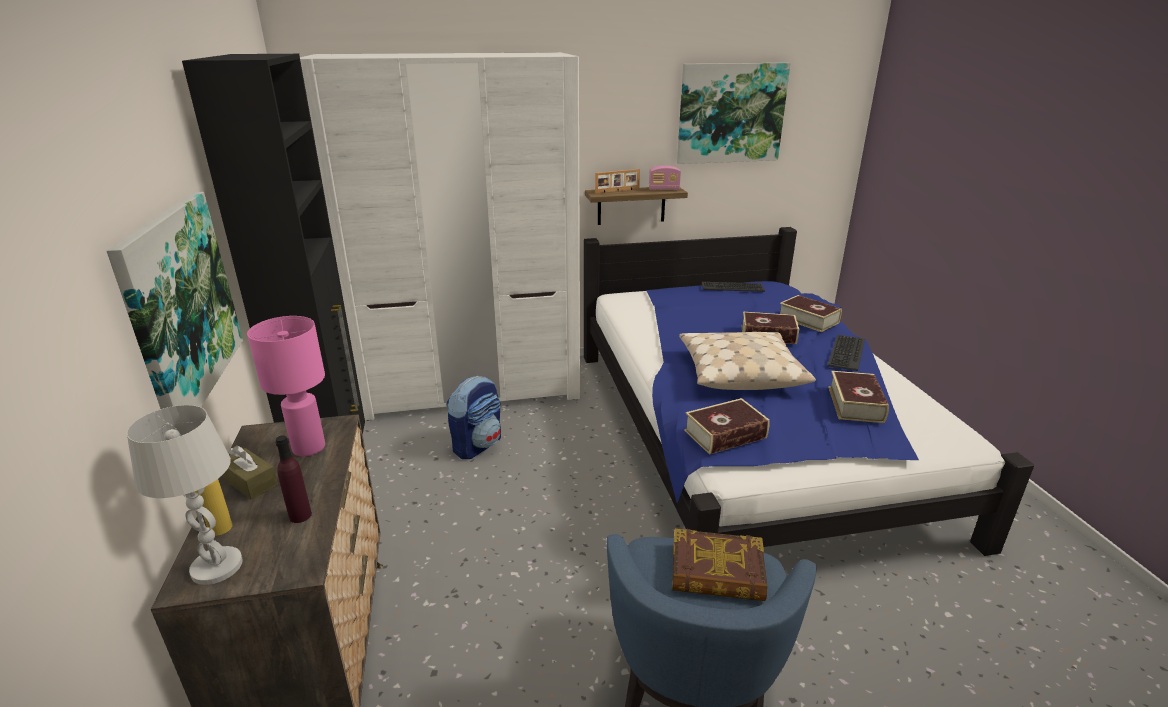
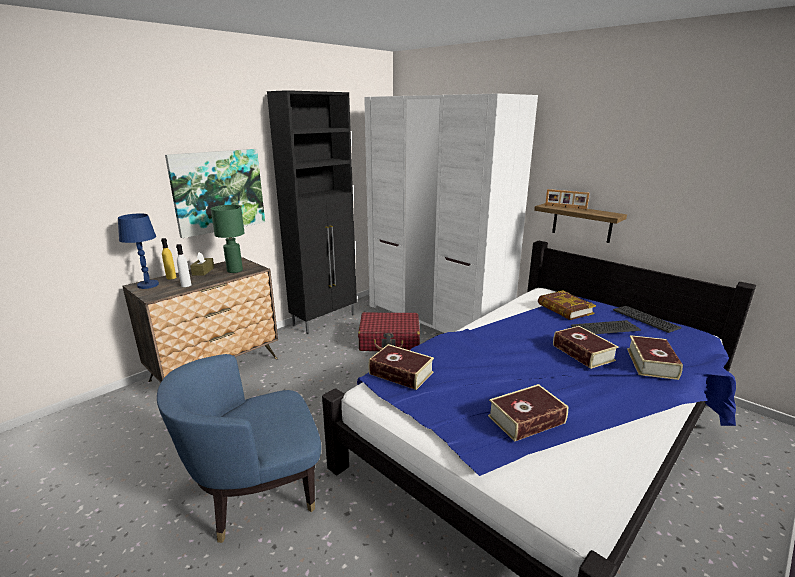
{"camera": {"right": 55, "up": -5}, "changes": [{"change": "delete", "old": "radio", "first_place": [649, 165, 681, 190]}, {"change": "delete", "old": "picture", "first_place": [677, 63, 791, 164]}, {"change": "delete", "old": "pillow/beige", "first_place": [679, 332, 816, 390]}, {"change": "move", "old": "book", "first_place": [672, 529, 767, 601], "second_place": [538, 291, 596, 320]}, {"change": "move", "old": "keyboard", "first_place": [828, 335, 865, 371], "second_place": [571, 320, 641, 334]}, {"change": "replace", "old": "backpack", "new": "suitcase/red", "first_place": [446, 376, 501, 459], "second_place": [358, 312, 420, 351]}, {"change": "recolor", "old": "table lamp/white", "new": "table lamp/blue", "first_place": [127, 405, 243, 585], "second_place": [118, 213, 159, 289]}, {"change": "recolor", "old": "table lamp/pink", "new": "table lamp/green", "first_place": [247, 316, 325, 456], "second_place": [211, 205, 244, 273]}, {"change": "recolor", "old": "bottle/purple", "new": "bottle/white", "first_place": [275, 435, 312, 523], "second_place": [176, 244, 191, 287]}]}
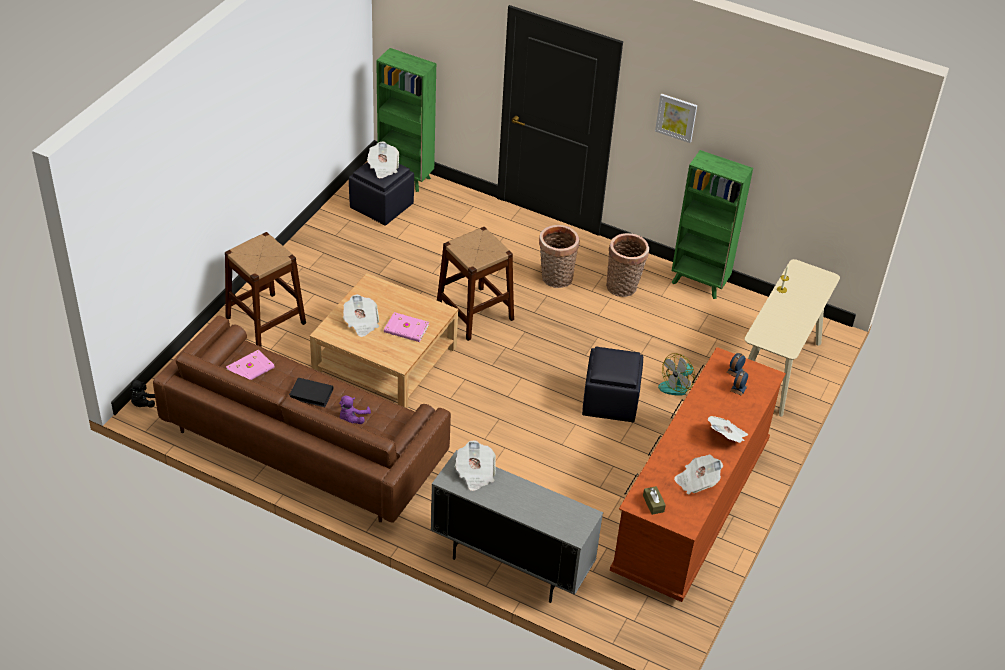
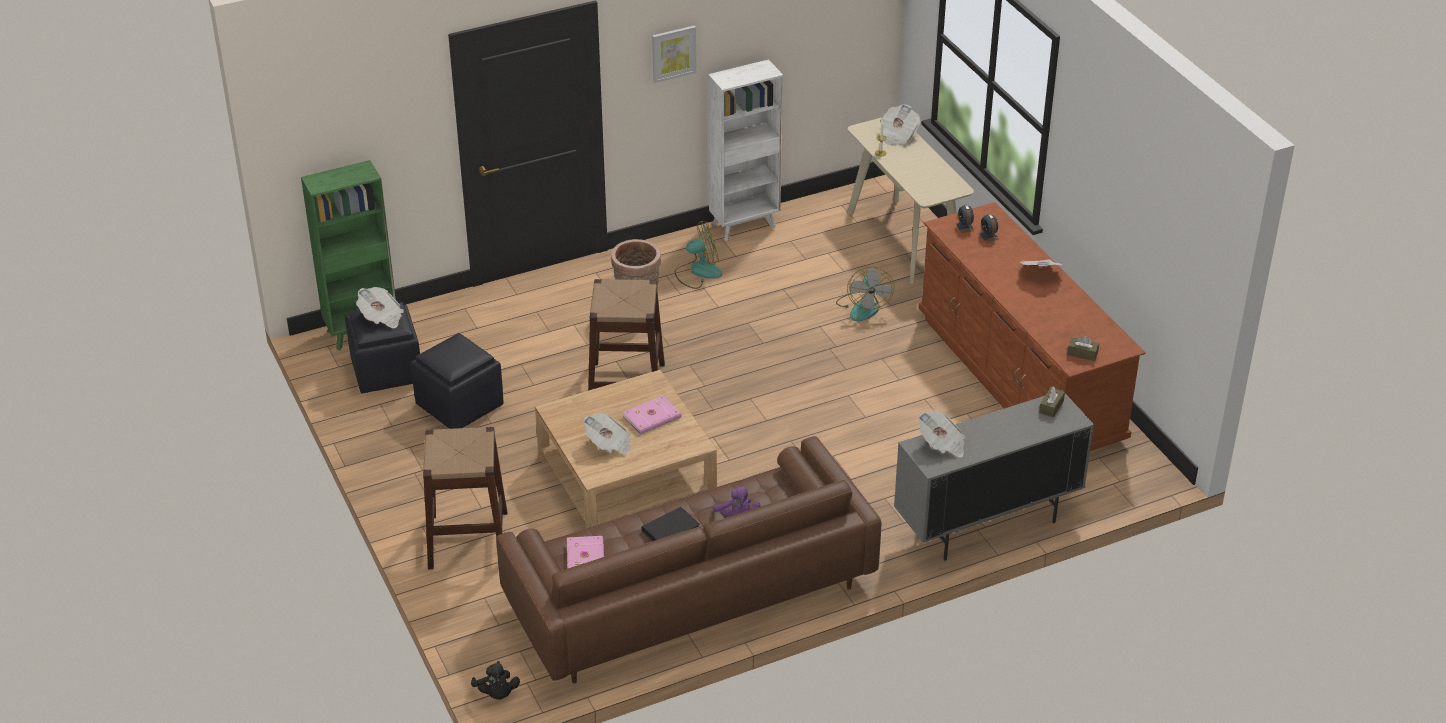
{"camera": {"right": -50, "up": -5}, "changes": [{"change": "insert", "new": "tissue box/brown", "second_place": [1039, 387, 1065, 418]}, {"change": "move", "old": "ottoman/black", "first_place": [582, 346, 643, 422], "second_place": [411, 333, 504, 429]}, {"change": "move", "old": "newspaper", "first_place": [674, 455, 723, 494], "second_place": [880, 104, 921, 145]}, {"change": "replace", "old": "basket", "new": "fan", "first_place": [606, 233, 649, 297], "second_place": [674, 221, 722, 289]}, {"change": "recolor", "old": "bookcase/green", "new": "bookcase/white", "first_place": [672, 150, 753, 299], "second_place": [708, 59, 783, 241]}]}
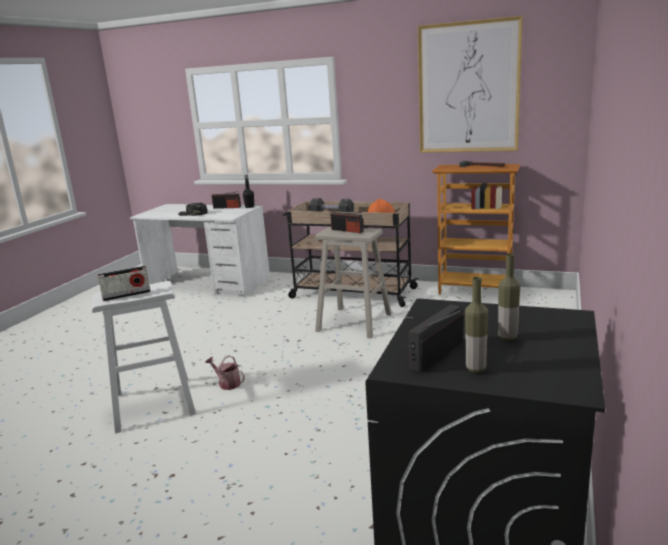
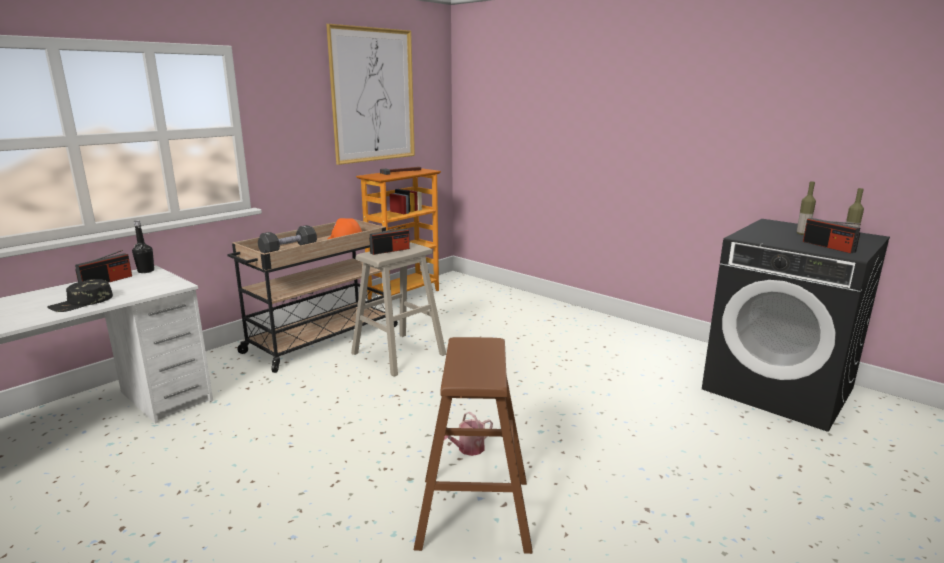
{"camera": {"right": -70, "up": 0}, "changes": [{"change": "delete", "old": "radio", "first_place": [98, 266, 151, 301]}, {"change": "recolor", "old": "stool/white", "new": "stool/brown", "first_place": [92, 281, 196, 433], "second_place": [414, 337, 533, 554]}]}
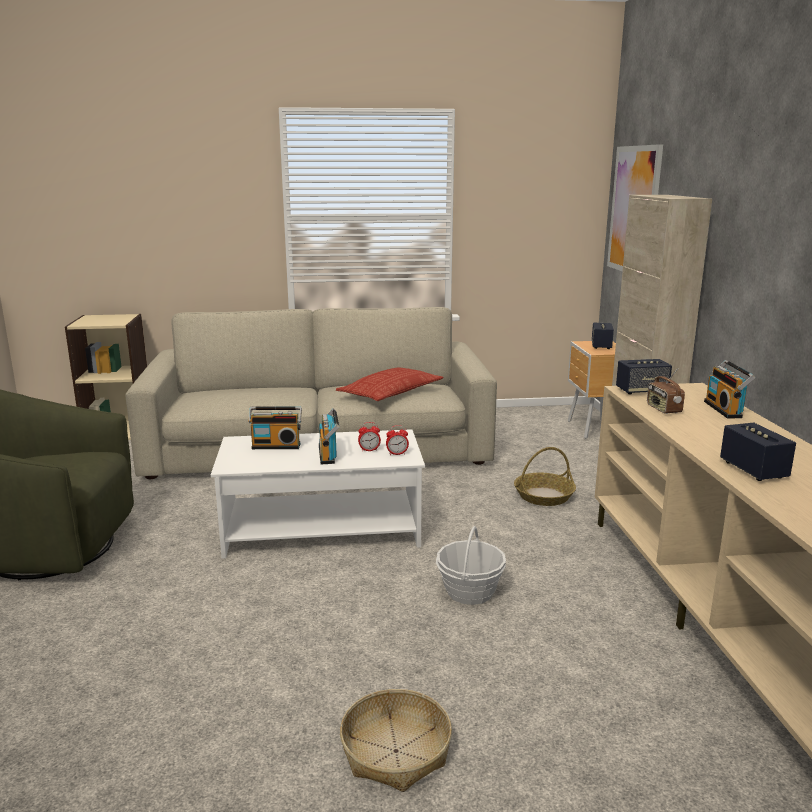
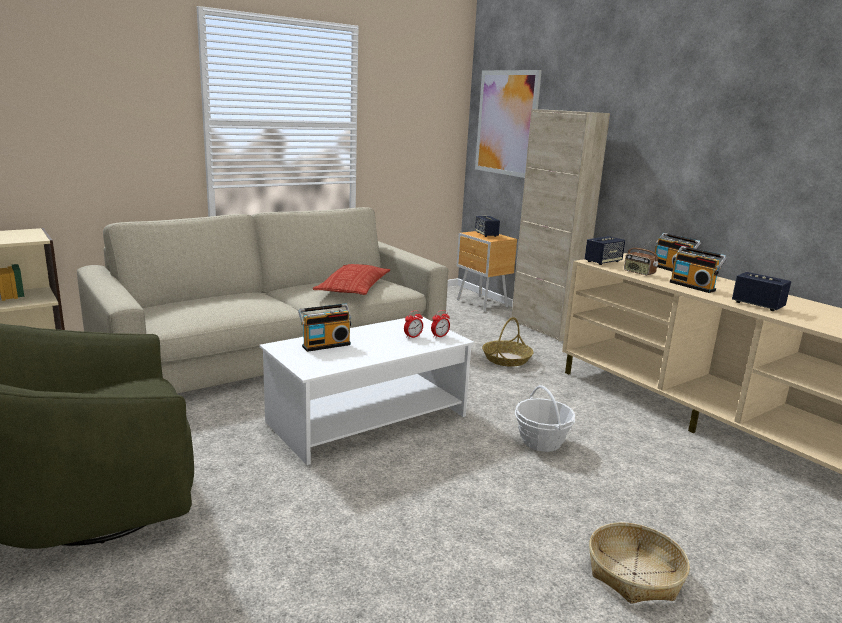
{"camera": {"right": -30, "up": 0}, "changes": [{"change": "move", "old": "radio", "first_place": [319, 408, 339, 465], "second_place": [670, 246, 727, 293]}]}
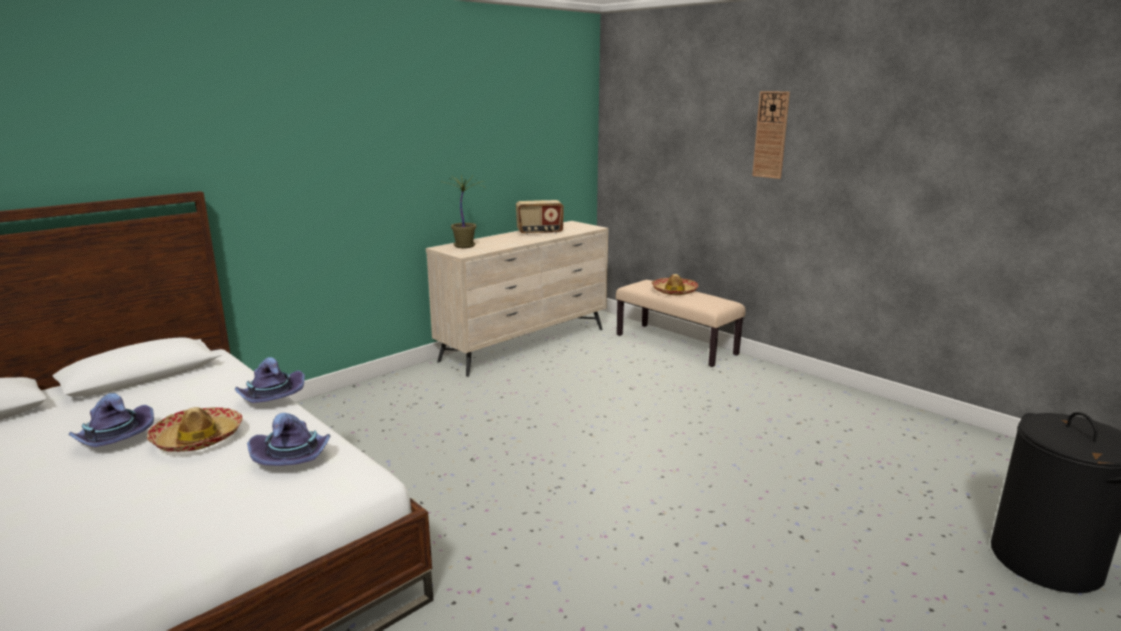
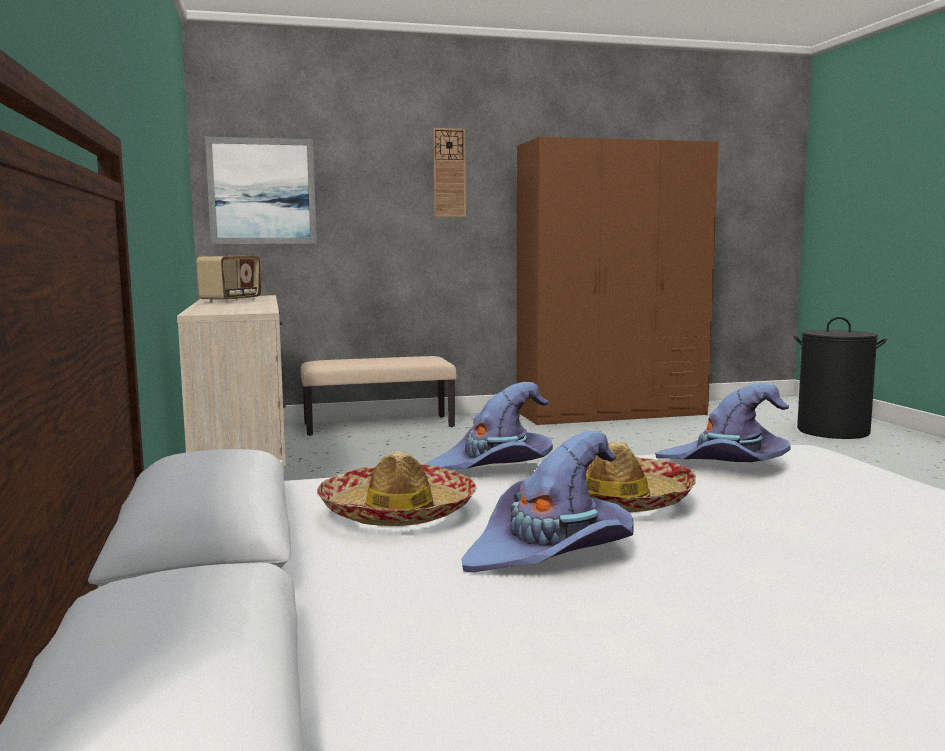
{"camera": {"right": -60, "up": -10}, "changes": [{"change": "delete", "old": "potted plant", "first_place": [446, 175, 486, 248]}, {"change": "insert", "new": "picture", "second_place": [205, 137, 317, 244]}, {"change": "insert", "new": "wardrobe/brown", "second_place": [517, 137, 719, 425]}, {"change": "move", "old": "hat", "first_place": [652, 274, 699, 295], "second_place": [317, 451, 476, 526]}]}
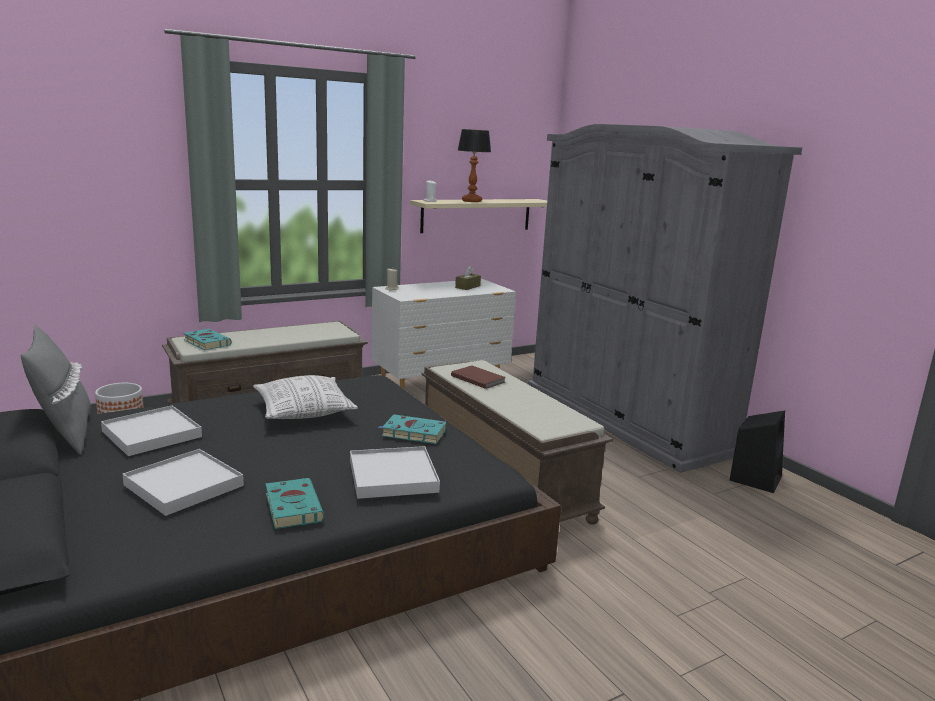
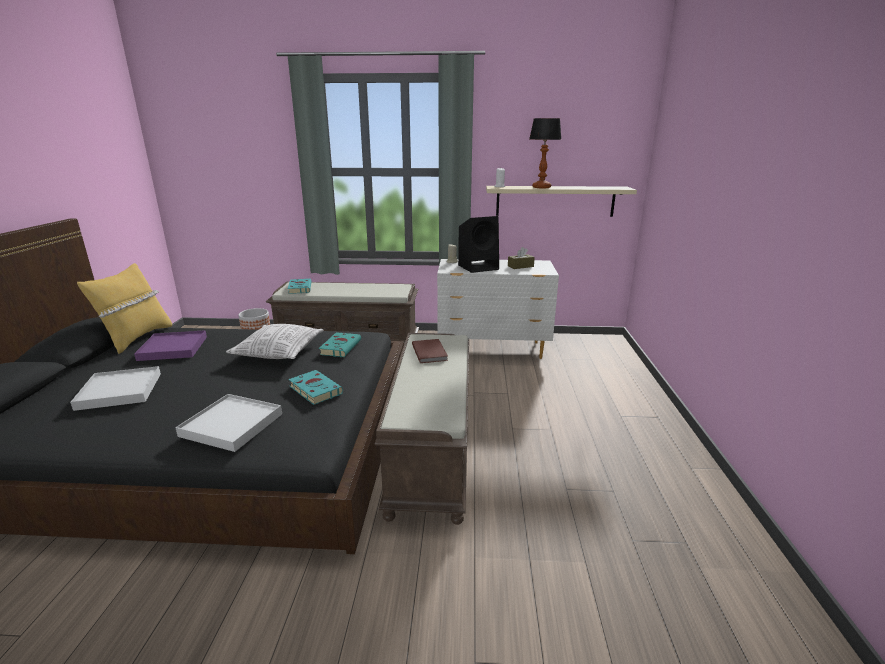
{"camera": {"right": 35, "up": 5}, "changes": [{"change": "delete", "old": "wardrobe/grey", "first_place": [528, 124, 802, 473]}, {"change": "move", "old": "book/turquoise", "first_place": [266, 478, 324, 529], "second_place": [319, 332, 361, 357]}, {"change": "move", "old": "speaker/black", "first_place": [729, 410, 785, 493], "second_place": [458, 216, 499, 273]}, {"change": "recolor", "old": "pillow/grey", "new": "pillow/yellow", "first_place": [21, 324, 91, 455], "second_place": [77, 263, 172, 354]}, {"change": "recolor", "old": "tray/white", "new": "tray/purple", "first_place": [101, 405, 202, 456], "second_place": [134, 330, 207, 361]}]}
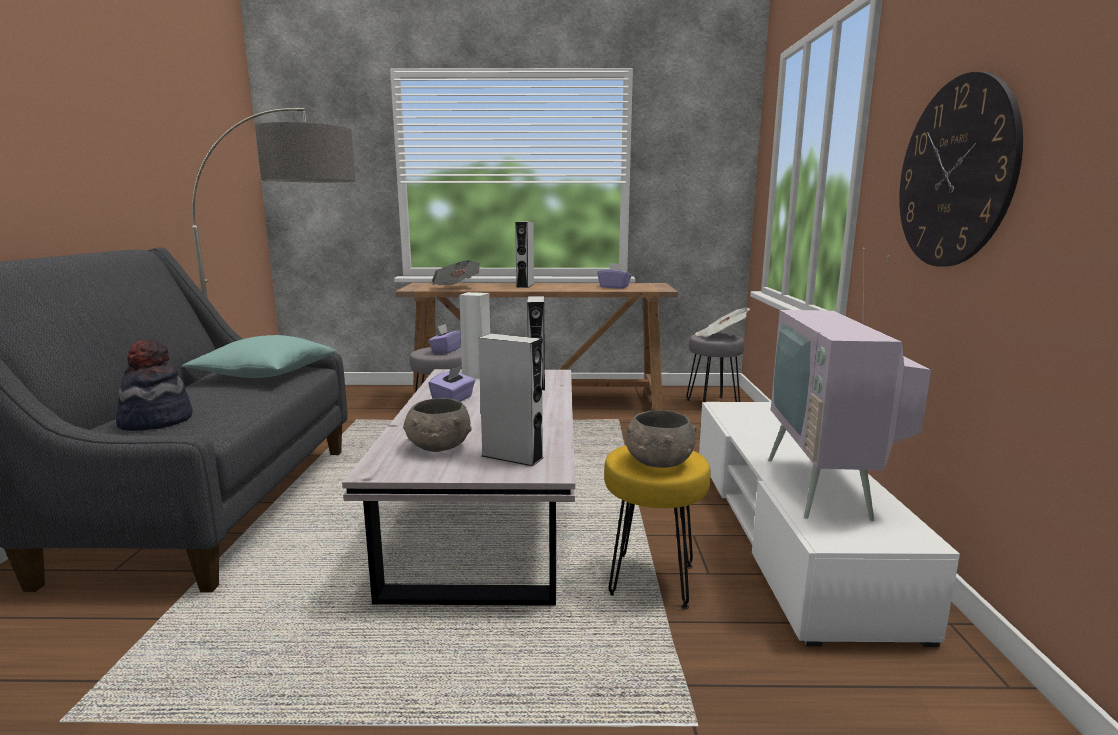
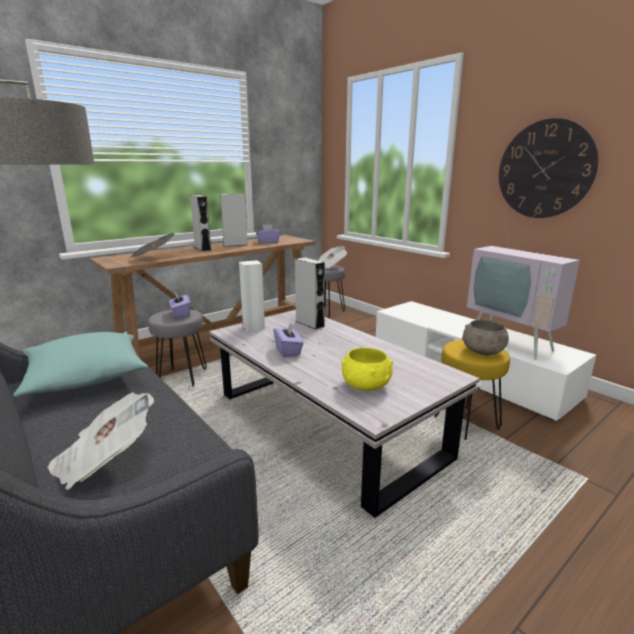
{"camera": {"right": -40, "up": 5}, "changes": [{"change": "move", "old": "speaker/grey", "first_place": [478, 334, 543, 466], "second_place": [220, 194, 248, 246]}, {"change": "replace", "old": "hat", "new": "newspaper", "first_place": [116, 340, 193, 431], "second_place": [48, 392, 154, 490]}, {"change": "recolor", "old": "bowl/grey", "new": "bowl/yellow", "first_place": [403, 398, 472, 452], "second_place": [341, 347, 393, 391]}]}
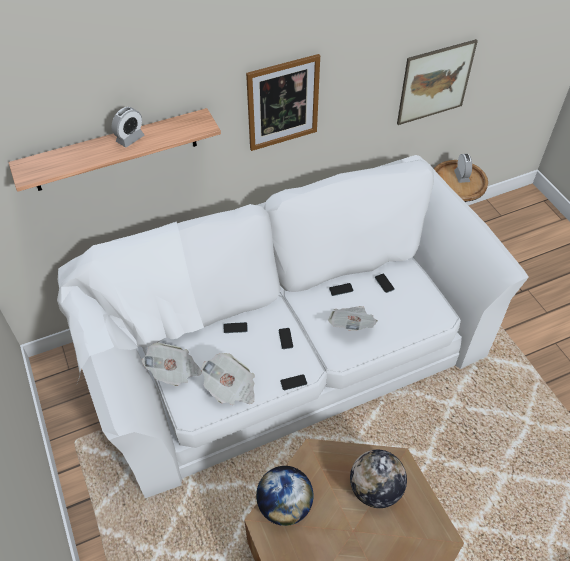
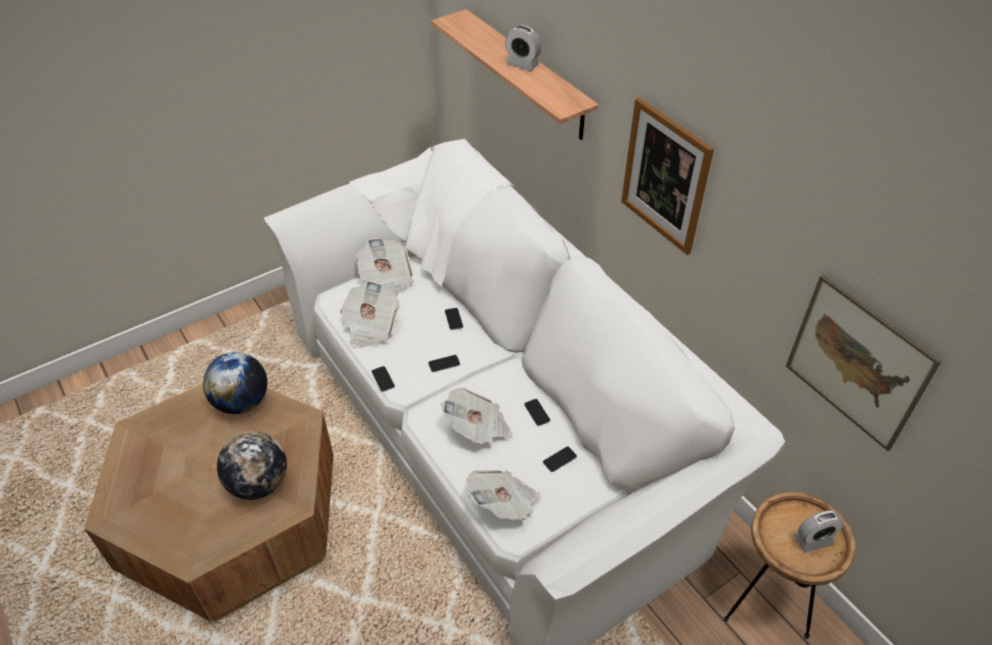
{"camera": {"right": 80, "up": -5}, "changes": [{"change": "insert", "new": "newspaper", "second_place": [466, 470, 541, 520]}]}
